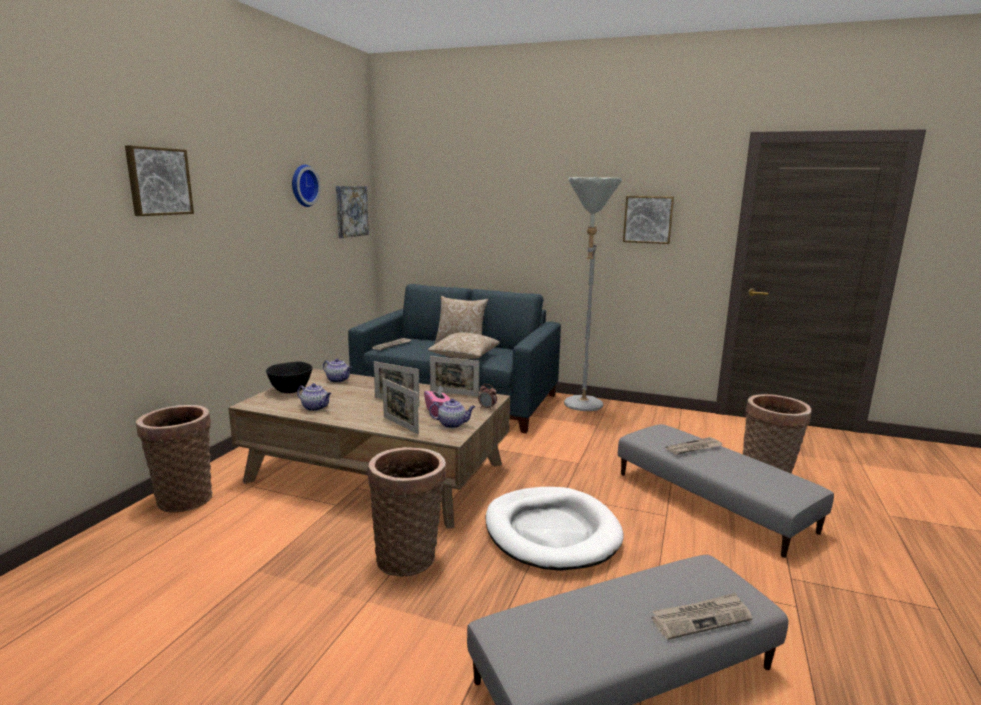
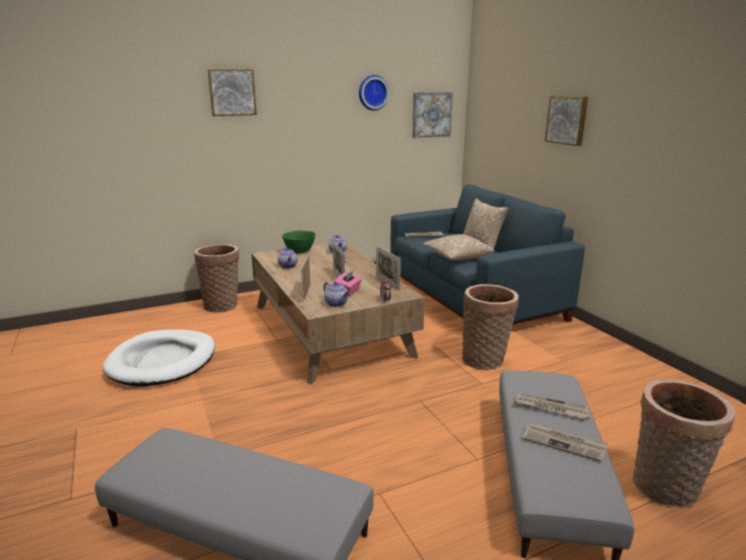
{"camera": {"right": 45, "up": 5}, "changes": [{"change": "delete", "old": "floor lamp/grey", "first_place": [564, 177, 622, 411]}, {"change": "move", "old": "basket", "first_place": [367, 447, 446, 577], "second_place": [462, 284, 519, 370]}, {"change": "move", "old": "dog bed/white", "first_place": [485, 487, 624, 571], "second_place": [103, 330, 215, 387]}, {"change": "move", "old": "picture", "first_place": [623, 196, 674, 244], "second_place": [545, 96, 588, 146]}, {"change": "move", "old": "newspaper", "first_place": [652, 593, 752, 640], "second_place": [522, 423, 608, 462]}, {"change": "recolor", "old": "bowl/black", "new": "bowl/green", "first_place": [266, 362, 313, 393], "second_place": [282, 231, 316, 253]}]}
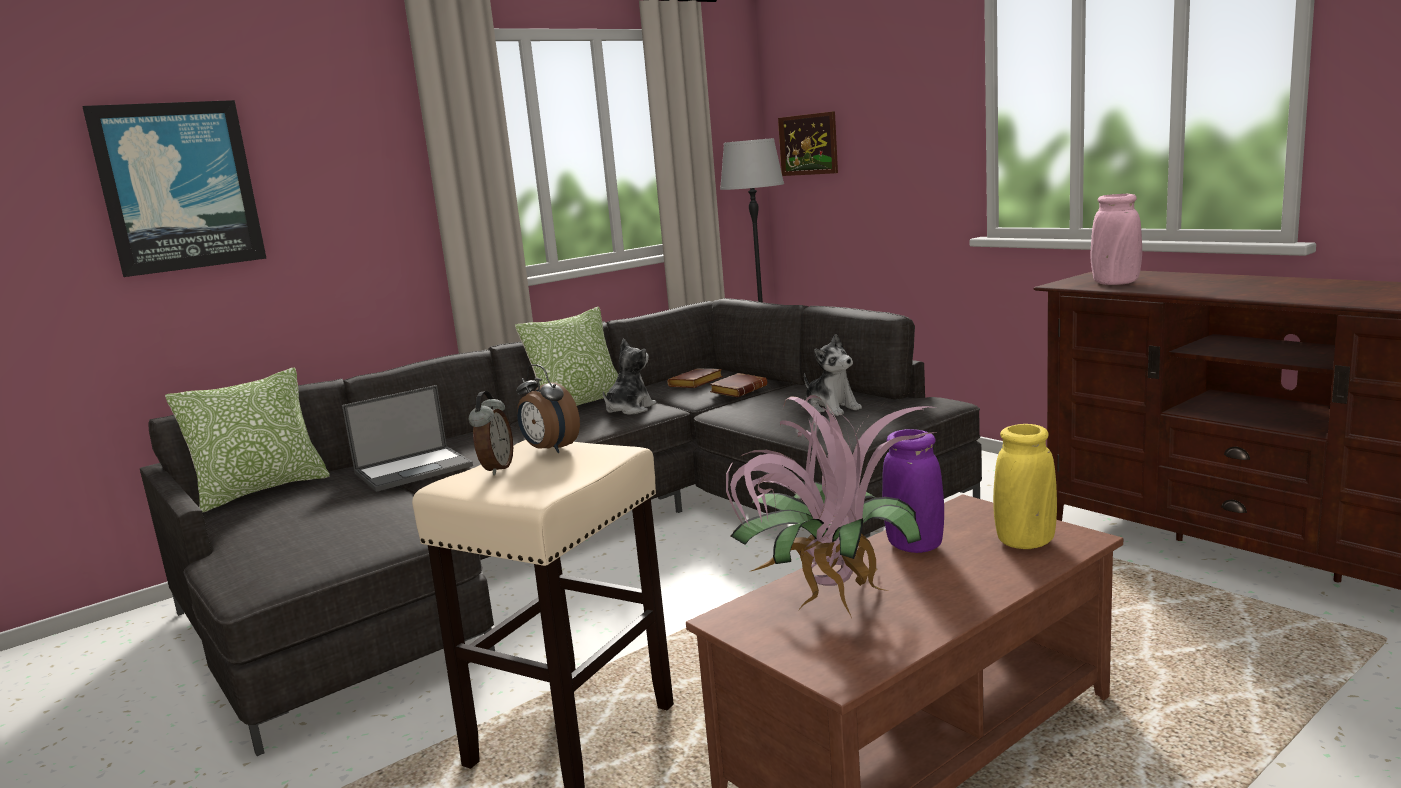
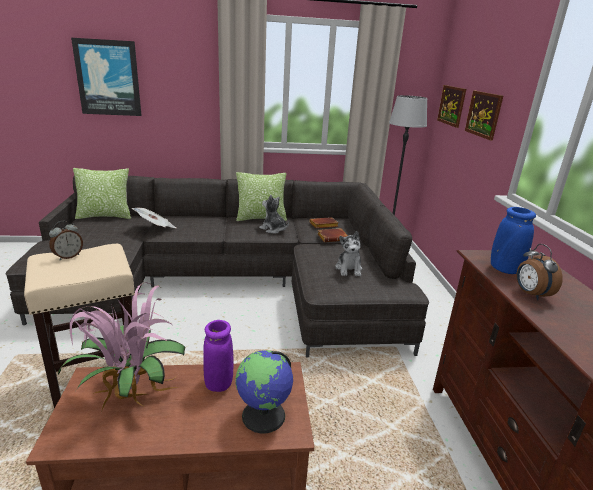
{"camera": {"right": 30, "up": 10}, "changes": [{"change": "insert", "new": "picture", "second_place": [465, 91, 503, 141]}, {"change": "move", "old": "alarm clock", "first_place": [516, 364, 580, 453], "second_place": [517, 244, 563, 300]}, {"change": "replace", "old": "laptop", "new": "newspaper", "first_place": [342, 385, 473, 492], "second_place": [132, 207, 176, 228]}, {"change": "replace", "old": "vase/yellow", "new": "globe", "first_place": [993, 424, 1057, 549], "second_place": [235, 350, 293, 433]}, {"change": "recolor", "old": "vase/pink", "new": "vase/blue", "first_place": [1090, 194, 1142, 285], "second_place": [491, 207, 536, 274]}, {"change": "rotate", "old": "plush toy", "first_place": [603, 338, 657, 415], "second_place": [259, 195, 289, 234], "degrees": -120}]}
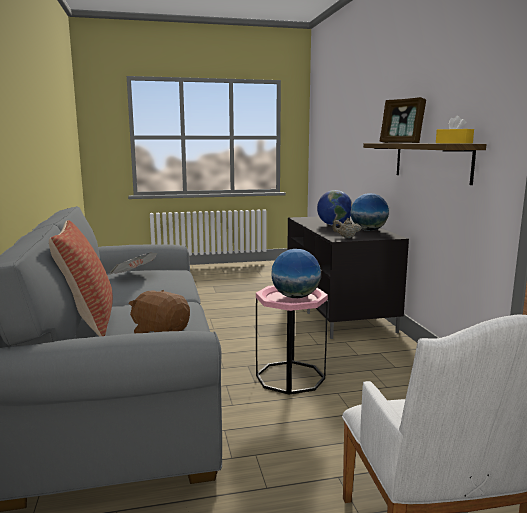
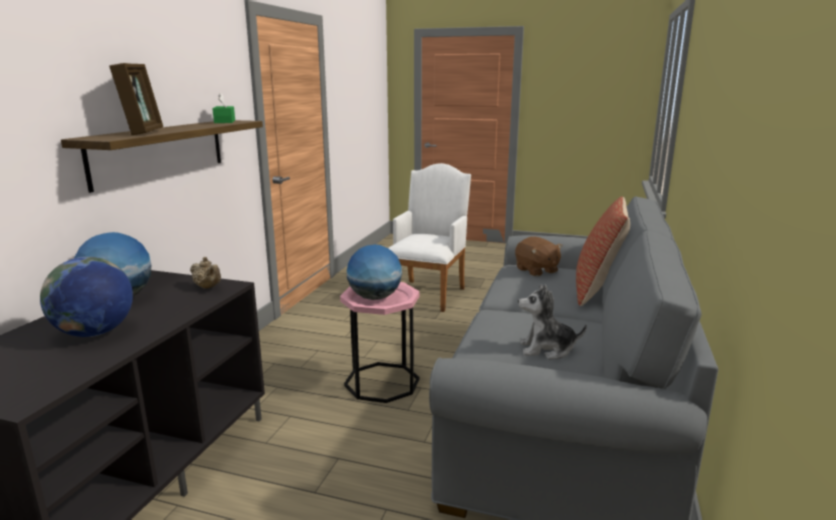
{"camera": {"right": -150, "up": 5}, "changes": [{"change": "replace", "old": "newspaper", "new": "plush toy", "first_place": [110, 252, 158, 274], "second_place": [518, 284, 587, 359]}, {"change": "recolor", "old": "tissue box/yellow", "new": "tissue box/green", "first_place": [436, 116, 474, 143], "second_place": [212, 93, 235, 123]}]}
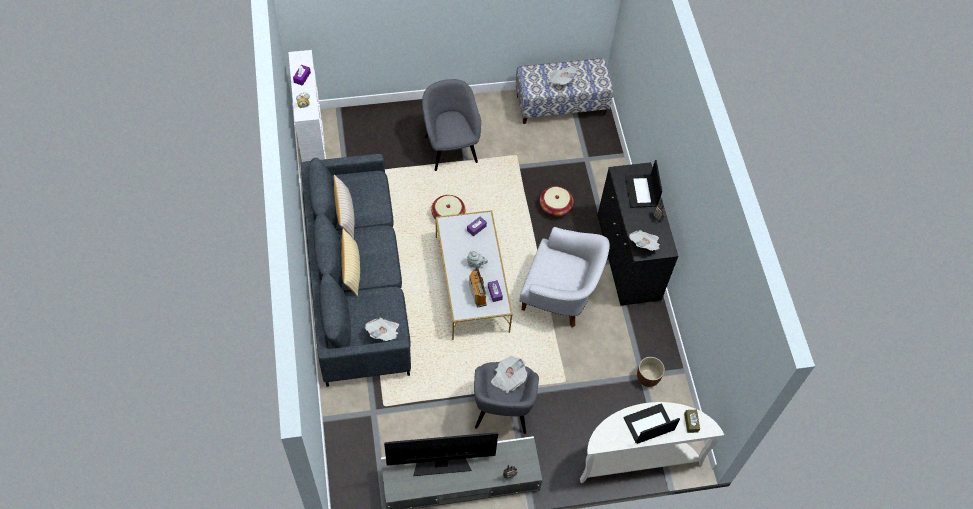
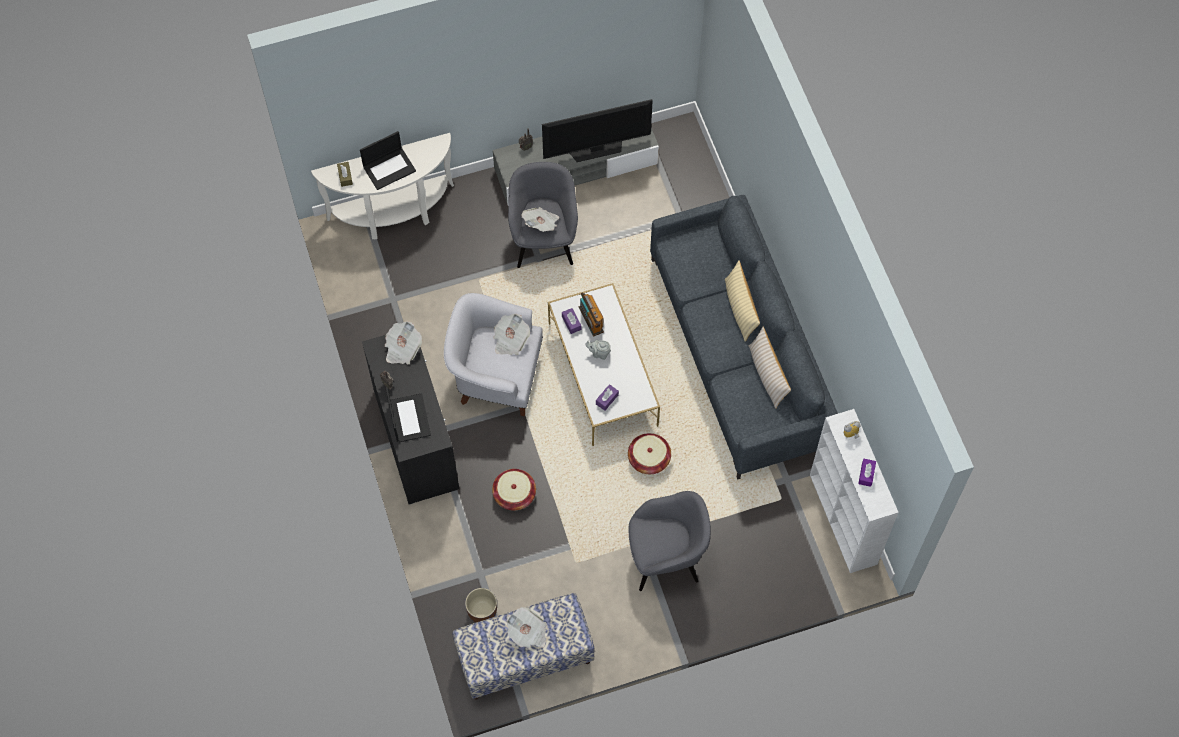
{"camera": {"right": 175, "up": 5}, "changes": [{"change": "move", "old": "newspaper", "first_place": [365, 318, 399, 341], "second_place": [493, 314, 530, 355]}, {"change": "move", "old": "planter/brown", "first_place": [637, 357, 665, 387], "second_place": [465, 588, 497, 623]}, {"change": "rotate", "old": "armchair/grey", "first_place": [422, 79, 481, 171], "second_place": [629, 491, 711, 591], "degrees": -75}]}
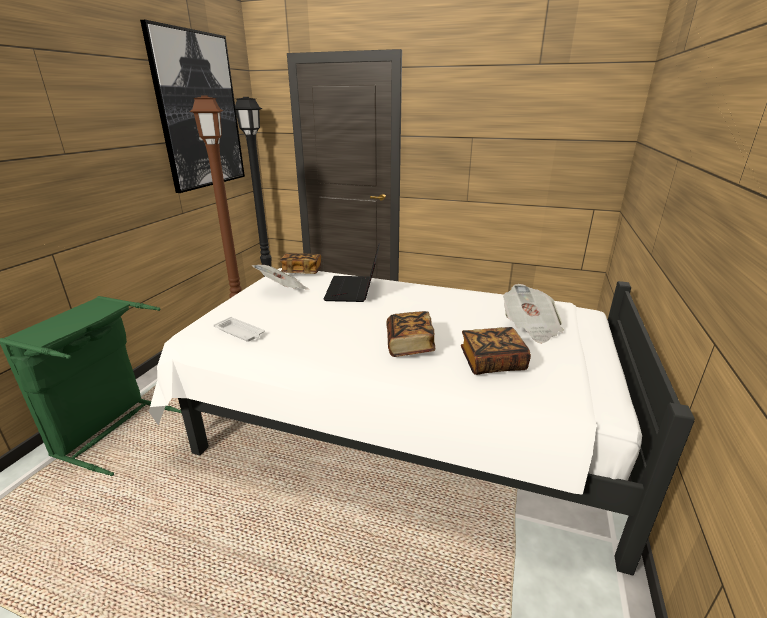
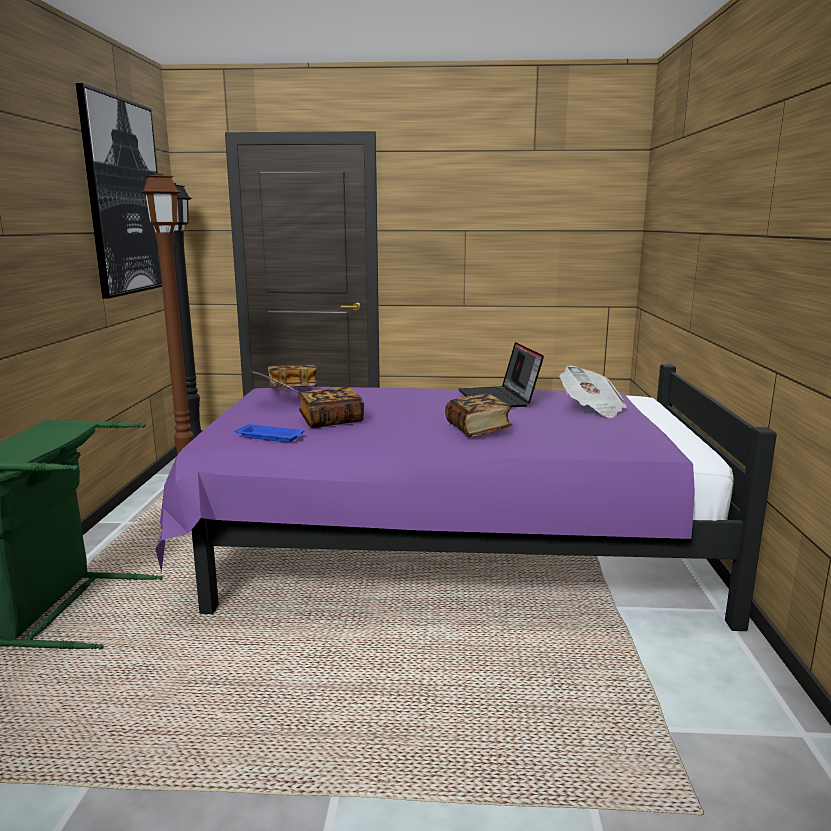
{"camera": {"right": -15, "up": -10}, "changes": [{"change": "move", "old": "laptop", "first_place": [323, 243, 380, 302], "second_place": [459, 342, 544, 407]}, {"change": "move", "old": "book", "first_place": [461, 327, 531, 375], "second_place": [298, 387, 364, 428]}, {"change": "recolor", "old": "bed/white", "new": "bed/purple", "first_place": [148, 268, 695, 575], "second_place": [156, 364, 777, 631]}, {"change": "recolor", "old": "tray/white", "new": "tray/blue", "first_place": [214, 317, 265, 342], "second_place": [235, 424, 304, 442]}]}
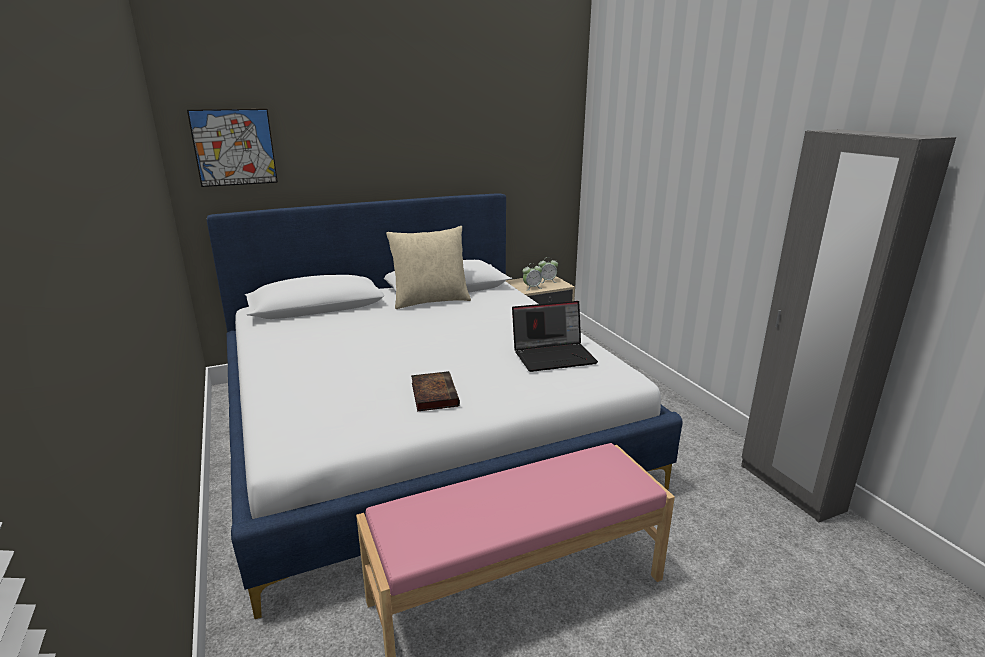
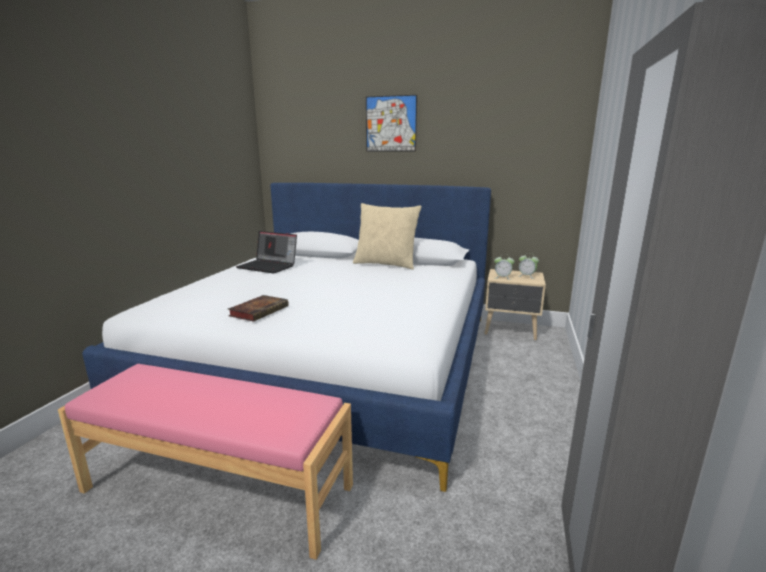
{"camera": {"right": 40, "up": -5}, "changes": [{"change": "move", "old": "picture", "first_place": [187, 109, 278, 187], "second_place": [366, 95, 417, 151]}, {"change": "move", "old": "laptop", "first_place": [512, 301, 598, 372], "second_place": [236, 231, 297, 274]}]}
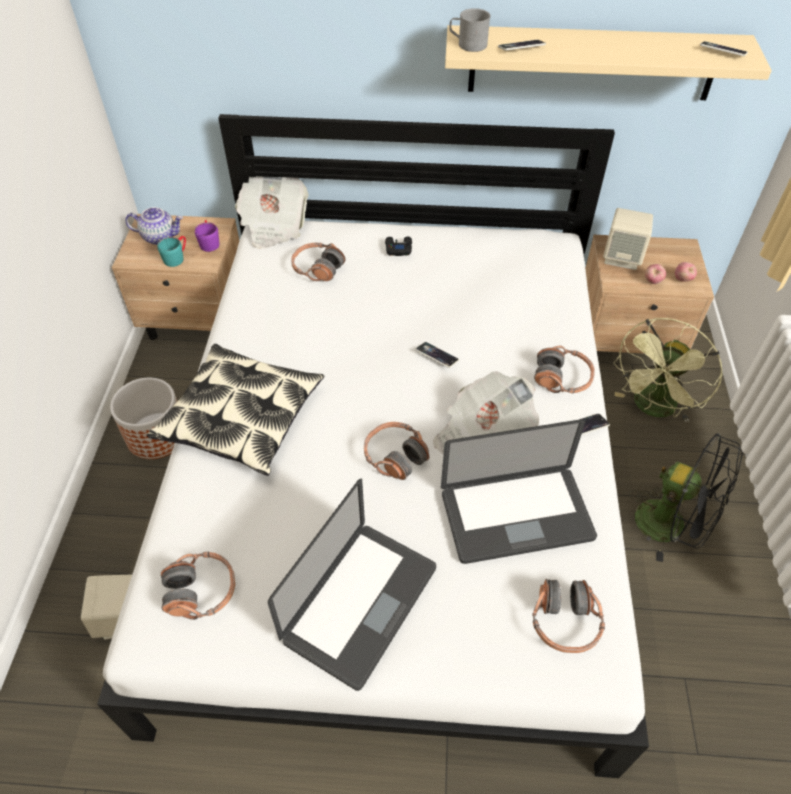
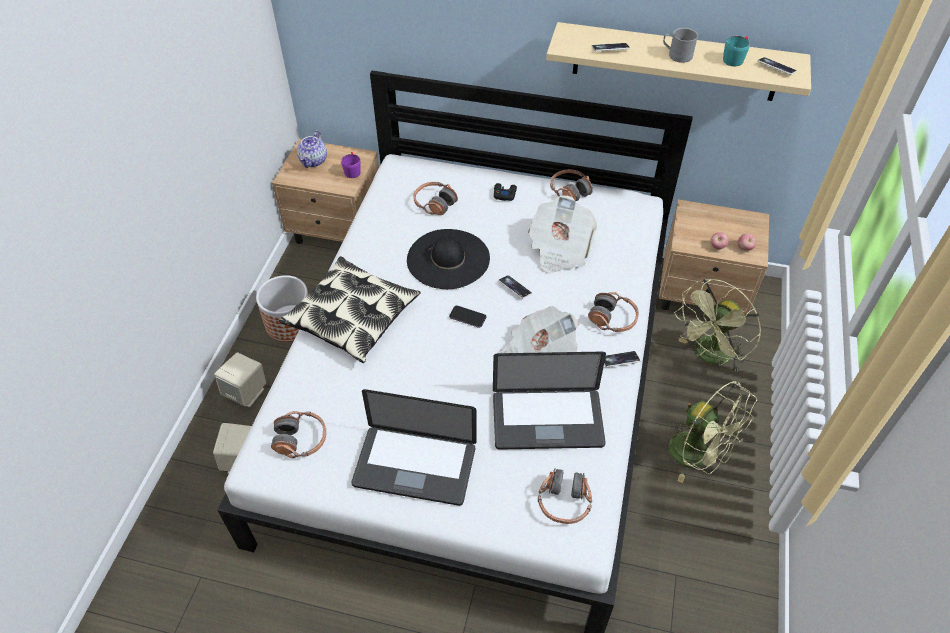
{"camera": {"right": 10, "up": 0}, "changes": [{"change": "insert", "new": "hat/black", "second_place": [407, 229, 490, 289]}, {"change": "insert", "new": "phone", "second_place": [449, 306, 486, 328]}, {"change": "move", "old": "mug/turquoise", "first_place": [157, 236, 186, 267], "second_place": [723, 35, 750, 66]}, {"change": "move", "old": "newspaper", "first_place": [235, 176, 309, 249], "second_place": [528, 195, 597, 273]}, {"change": "move", "old": "headphones", "first_place": [364, 422, 429, 480], "second_place": [550, 169, 593, 202]}, {"change": "move", "old": "mug/grey", "first_place": [449, 8, 491, 52], "second_place": [663, 28, 698, 63]}, {"change": "move", "old": "speaker/beige", "first_place": [603, 208, 653, 270], "second_place": [214, 352, 266, 407]}, {"change": "recolor", "old": "fan/black", "new": "fan/green", "first_place": [629, 433, 743, 562], "second_place": [668, 380, 757, 483]}, {"change": "rotate", "old": "teapot", "first_place": [125, 207, 183, 245], "second_place": [297, 130, 327, 168], "degrees": 90}, {"change": "rotate", "old": "laptop", "first_place": [268, 479, 436, 691], "second_place": [351, 389, 476, 506], "degrees": 60}]}
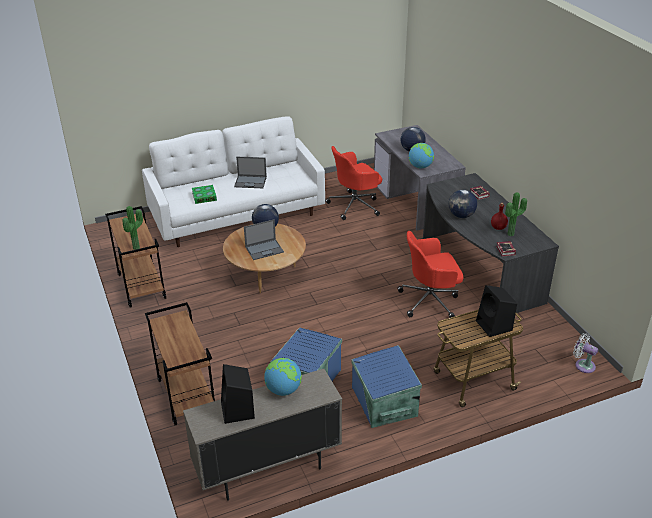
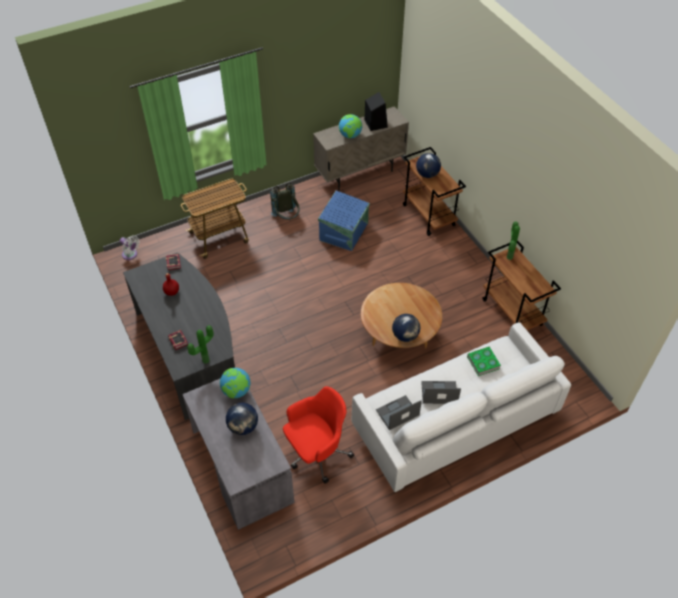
{"camera": {"right": 175, "up": 15}, "changes": [{"change": "delete", "old": "office chair/red", "first_place": [397, 231, 463, 318]}, {"change": "delete", "old": "speaker/black", "first_place": [476, 285, 517, 337]}, {"change": "move", "old": "laptop", "first_place": [244, 219, 284, 260], "second_place": [376, 395, 422, 430]}, {"change": "move", "old": "globe", "first_place": [449, 190, 477, 218], "second_place": [416, 153, 441, 178]}, {"change": "move", "old": "potted plant", "first_place": [505, 192, 527, 236], "second_place": [187, 325, 214, 364]}, {"change": "replace", "old": "storage box/blue", "new": "backpack/grey", "first_place": [351, 345, 422, 428], "second_place": [270, 182, 300, 220]}]}
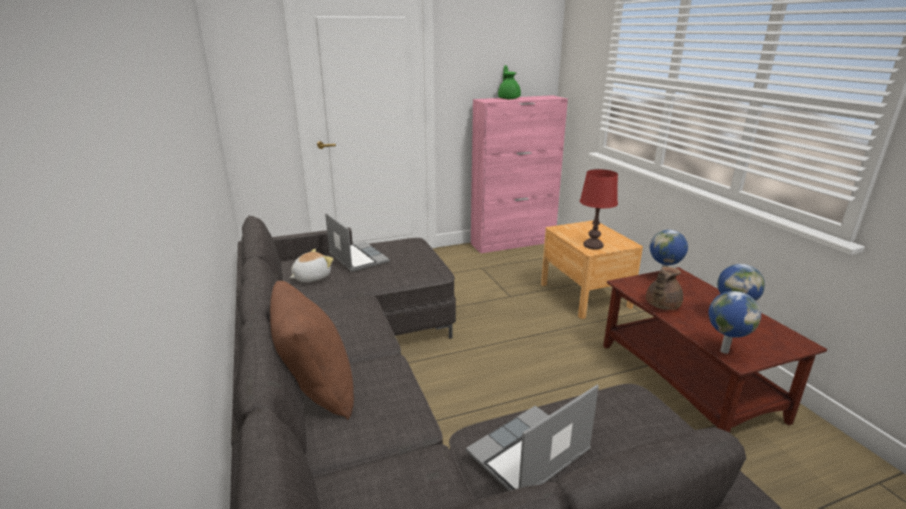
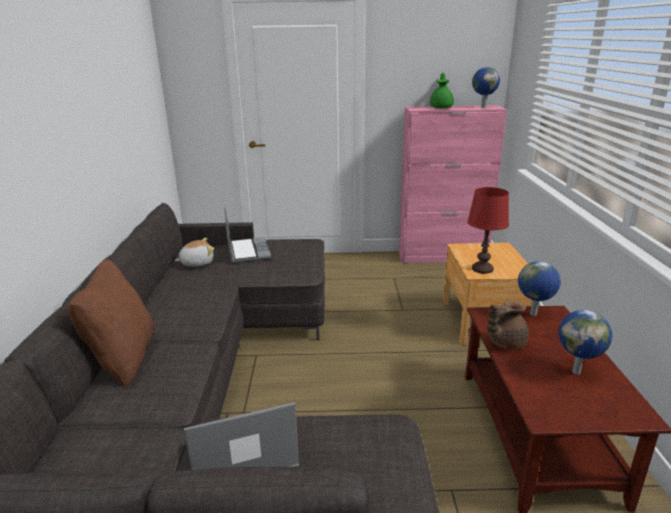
{"camera": {"right": 20, "up": 0}, "changes": [{"change": "move", "old": "globe", "first_place": [709, 291, 761, 354], "second_place": [472, 67, 500, 108]}]}
